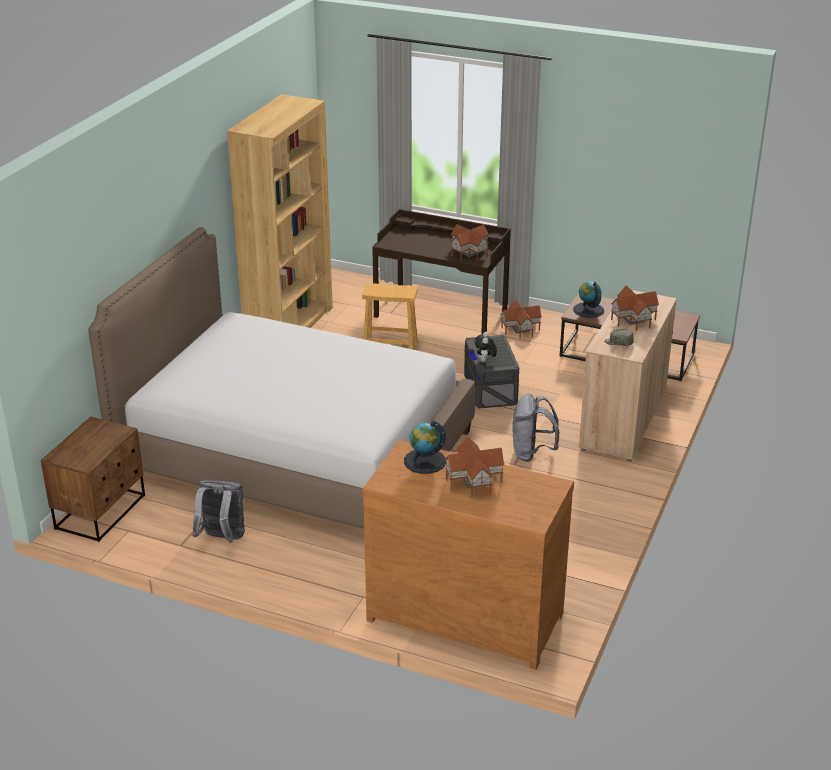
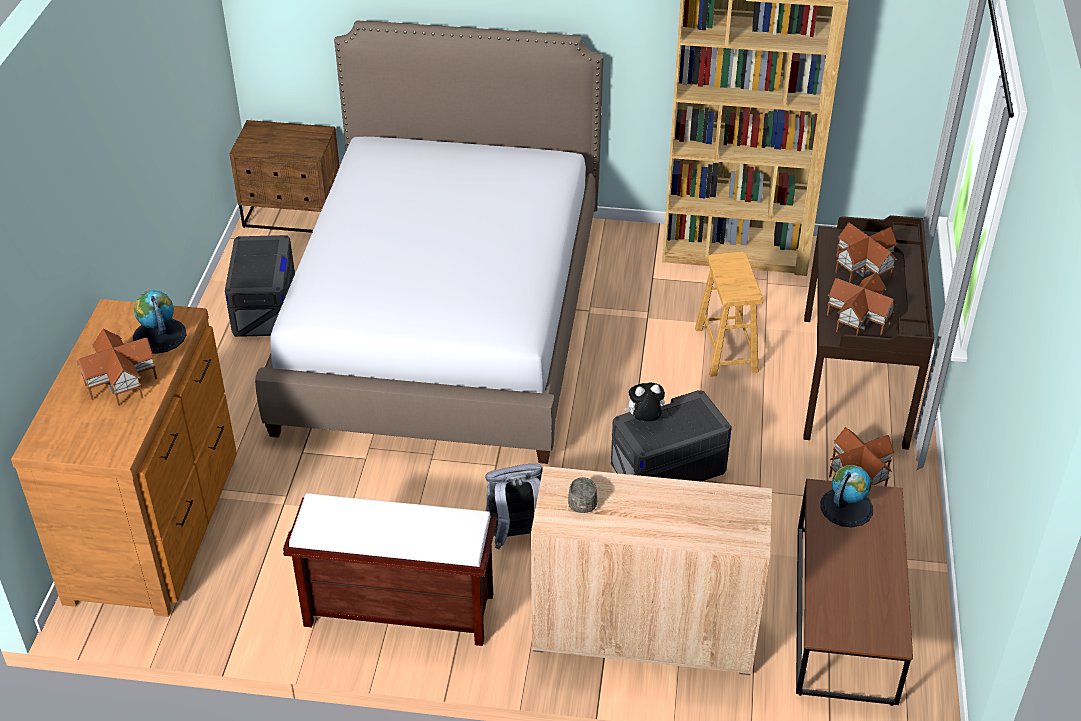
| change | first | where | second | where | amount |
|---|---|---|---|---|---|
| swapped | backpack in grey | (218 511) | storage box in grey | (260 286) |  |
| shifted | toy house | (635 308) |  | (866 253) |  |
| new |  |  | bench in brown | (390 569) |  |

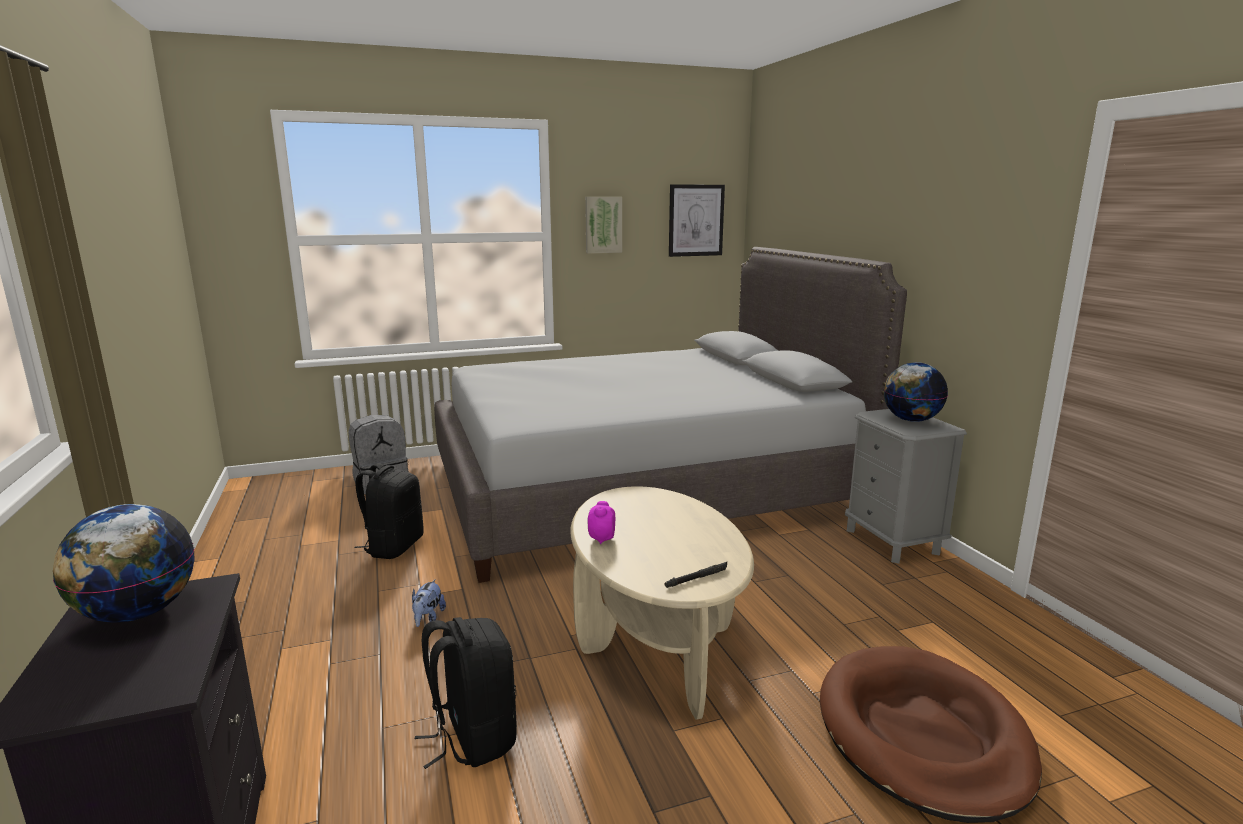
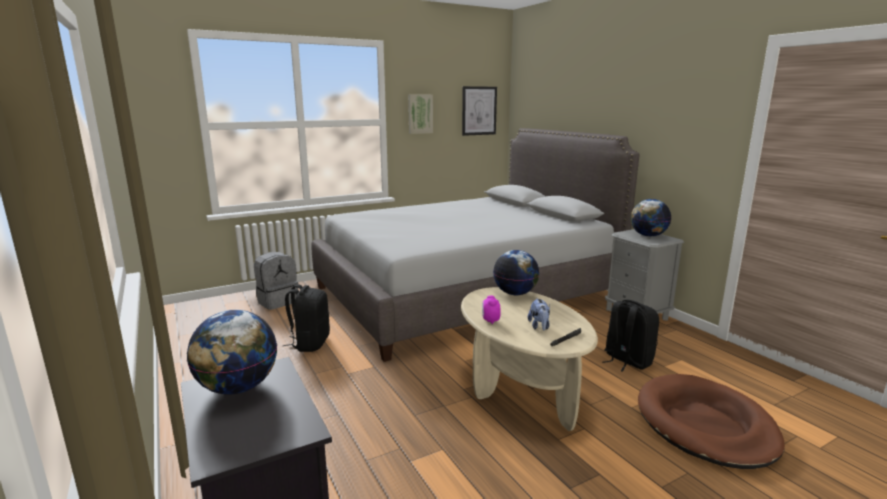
| change | first | where | second | where | amount |
|---|---|---|---|---|---|
| shifted | plush toy | (429 603) |  | (539 314) |  |
| shifted | backpack in black | (466 693) |  | (631 335) |  |
| new |  |  | globe | (516 272) |  |

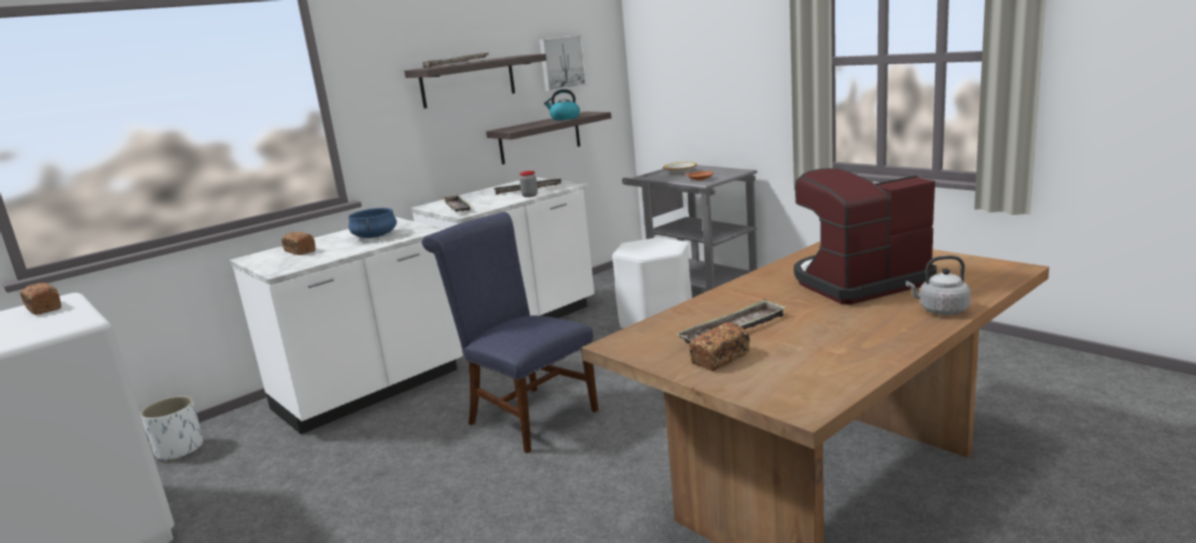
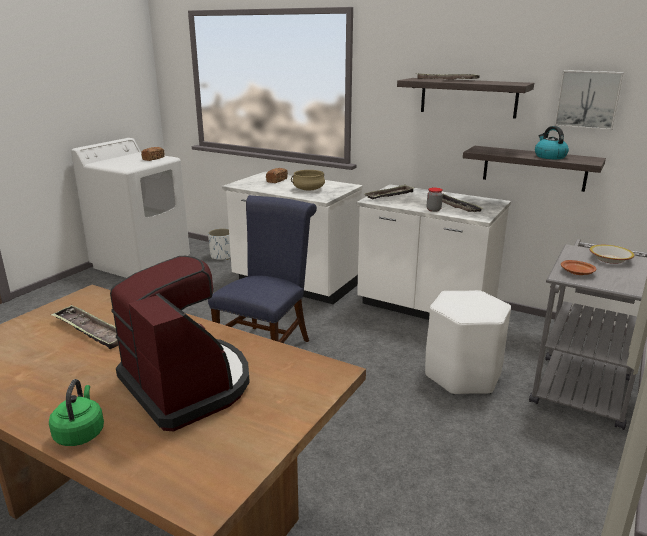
| change | first | where | second | where | amount |
|---|---|---|---|---|---|
| repainted | cooking pot in blue | (372 223) | cooking pot in beige | (308 180) |  |
| gone | bread | (719 346) |  |  |  |
| repainted | kettle in grey | (938 285) | kettle in green | (76 412) |  |

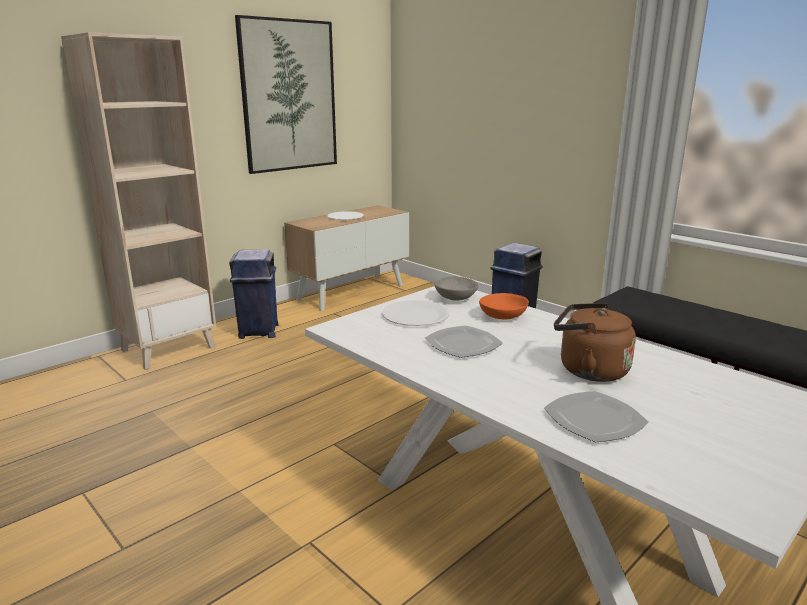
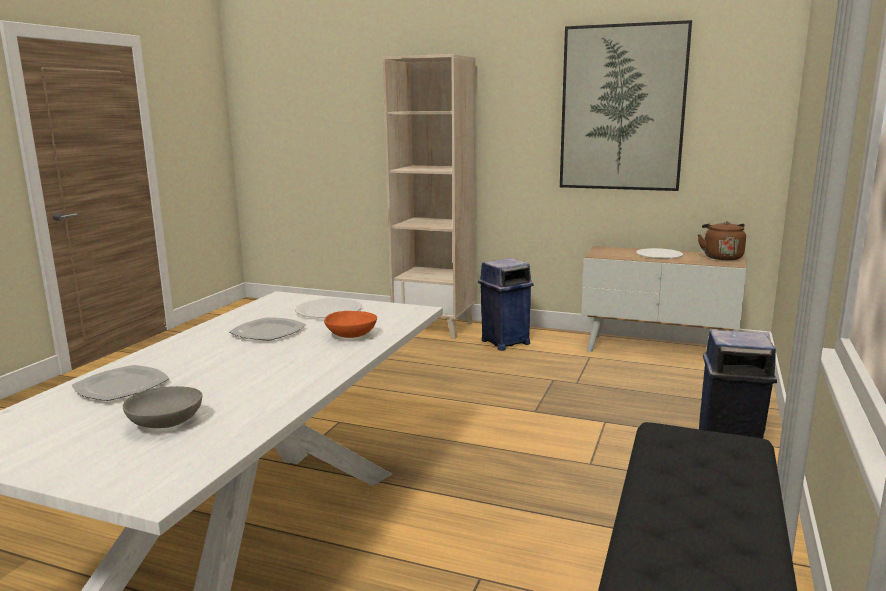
| change | first | where | second | where | amount |
|---|---|---|---|---|---|
| shifted | bowl in grey | (456 288) |  | (162 407) |  |
| shifted | kettle in brown | (595 342) |  | (722 240) |  |

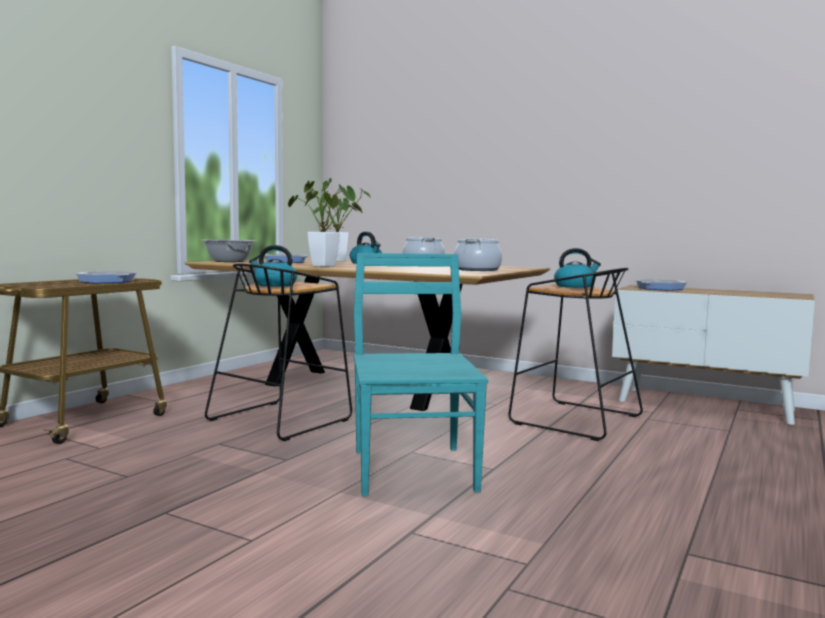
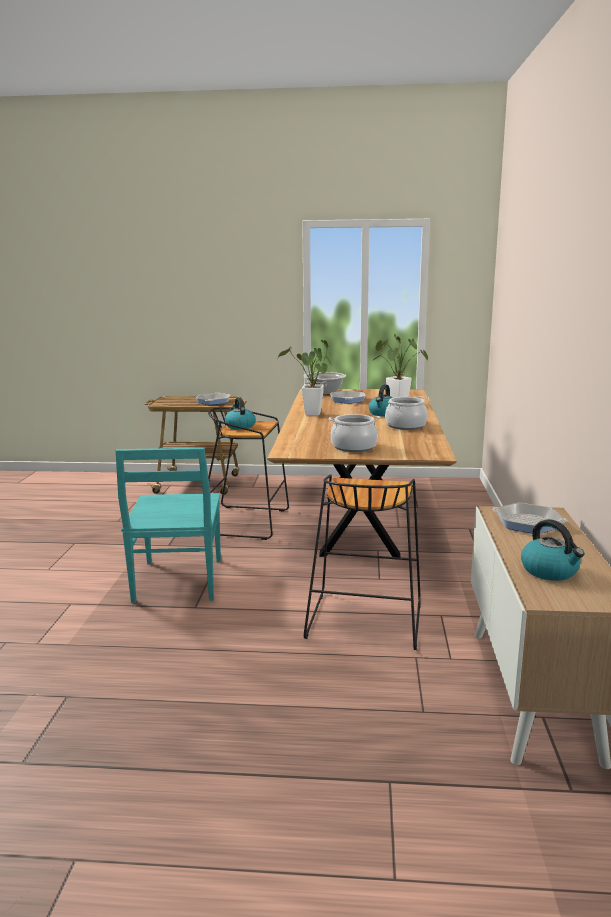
| change | first | where | second | where | amount |
|---|---|---|---|---|---|
| rotated | chair in turquoise | (421 374) |  | (168 525) | 120 degrees clockwise |
| shifted | kettle | (577 268) |  | (553 550) |  |

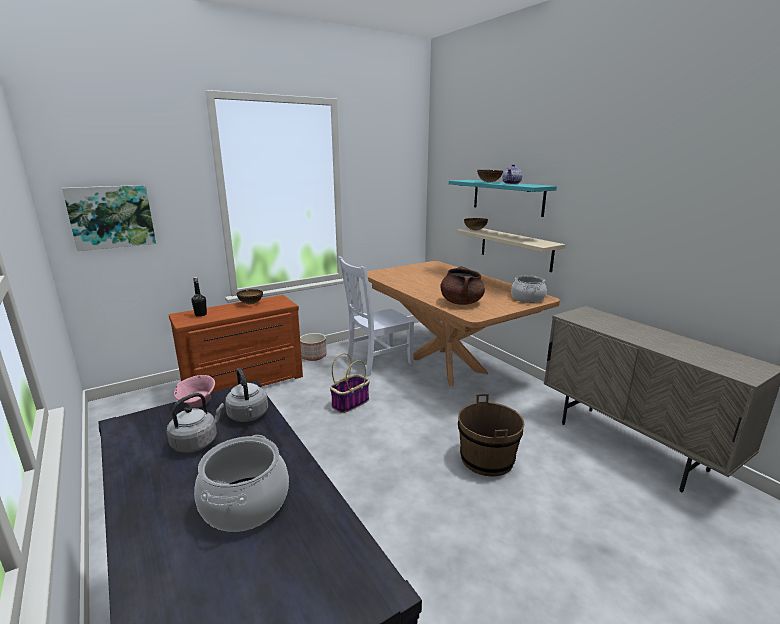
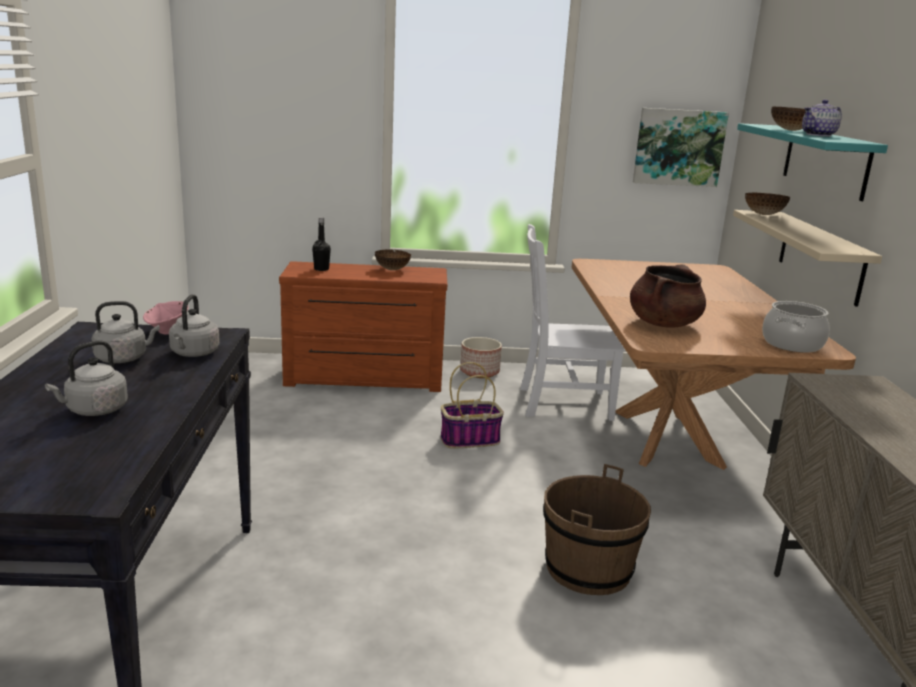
| change | first | where | second | where | amount |
|---|---|---|---|---|---|
| shifted | picture | (109 218) |  | (681 147) |  |
| swapped | cooking pot | (241 483) | kettle in grey | (86 378) |  |

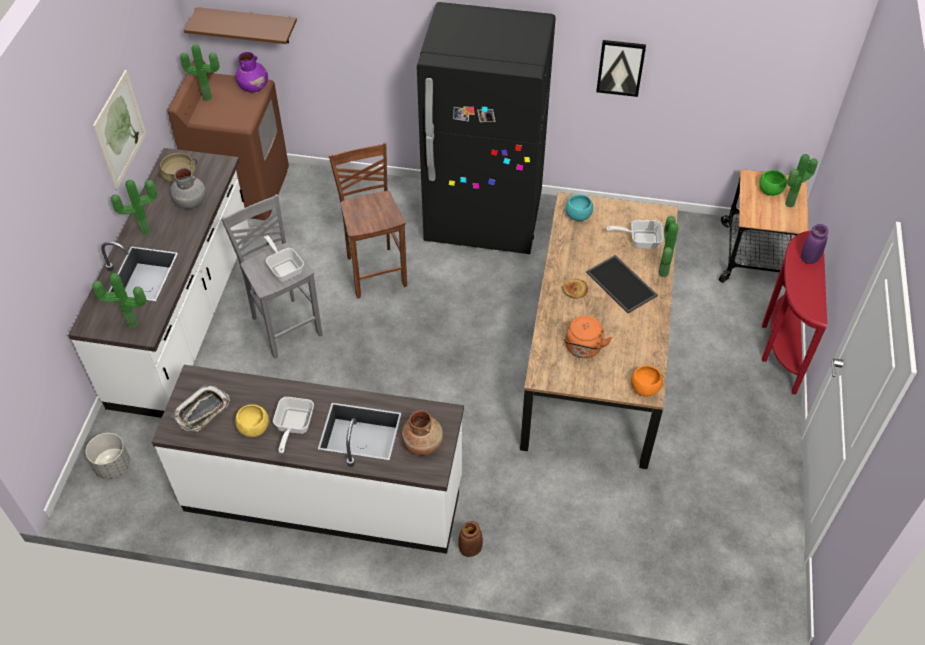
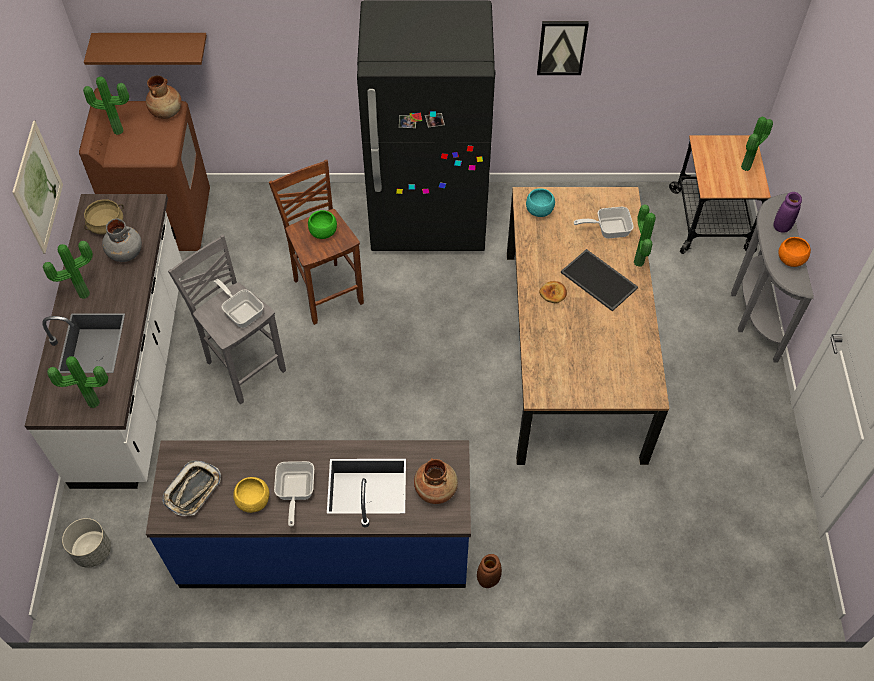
| change | first | where | second | where | amount |
|---|---|---|---|---|---|
| repainted | counter in white | (308 459) | counter in blue | (308 514) |  |
| repainted | vase in purple | (252 72) | vase in brown | (164 97) |  |
| gone | kettle in orange | (588 337) |  |  |  |
| shifted | bowl in orange | (647 381) |  | (794 252) |  |
| shifted | bowl in green | (773 183) |  | (322 224) |  |
| repainted | console table in red | (794 312) | console table in grey | (772 278) |  |

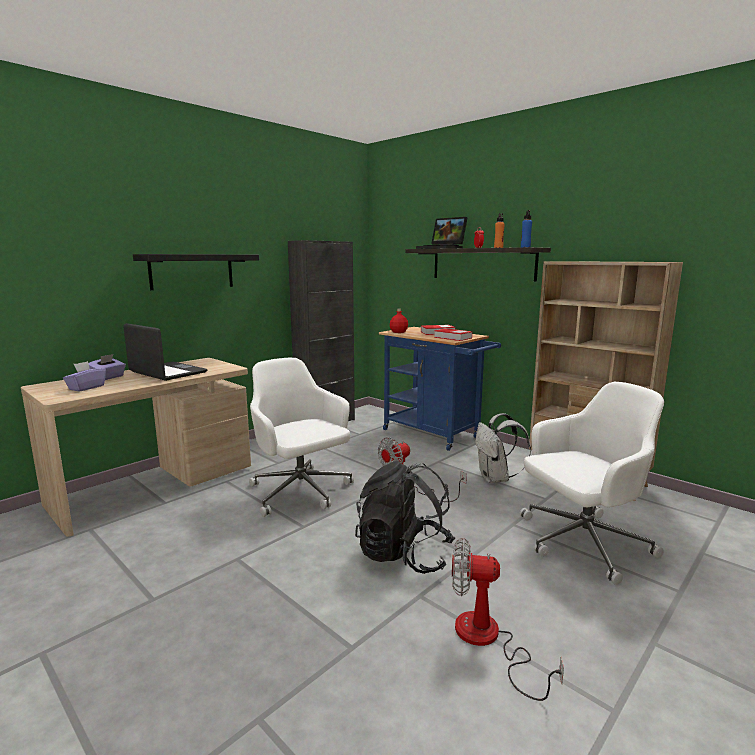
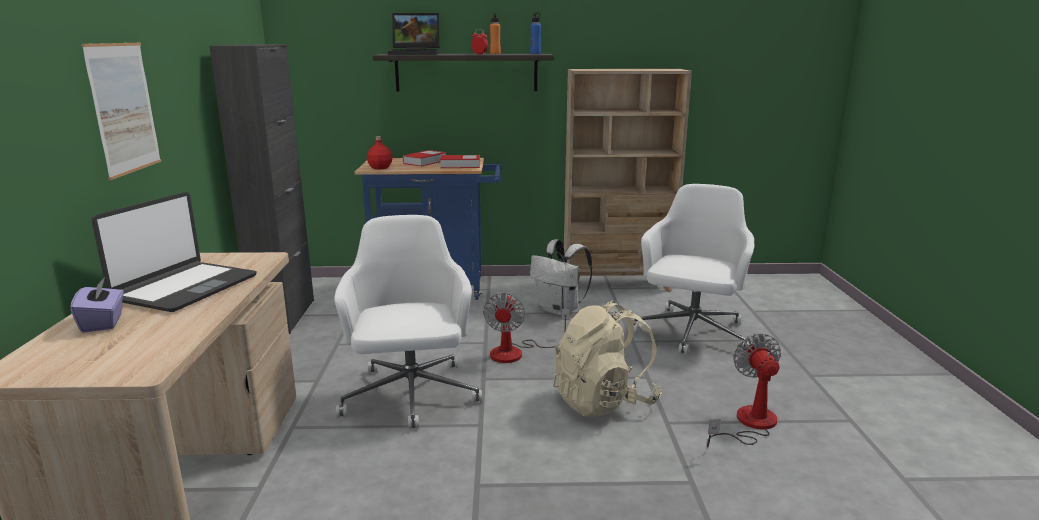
| change | first | where | second | where | amount |
|---|---|---|---|---|---|
| gone | tissue box in purple | (84 376) |  |  |  |
| rotated | laptop | (165 352) |  | (174 252) | 120 degrees clockwise |
| swapped | shelf in black | (196 272) | picture | (121 111) |  |
| rotated | office chair in white | (301 437) |  | (408 322) | 75 degrees clockwise |
| repainted | backpack in black | (405 517) | backpack in beige | (607 358) |  |
| rotated | fan | (508 619) |  | (744 390) | 120 degrees clockwise |

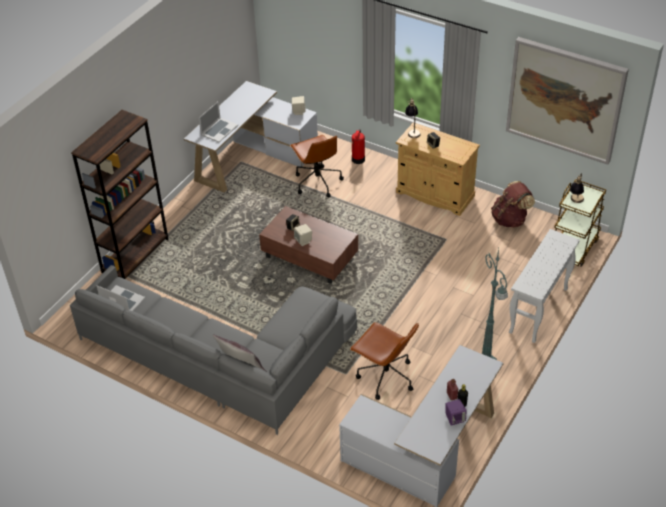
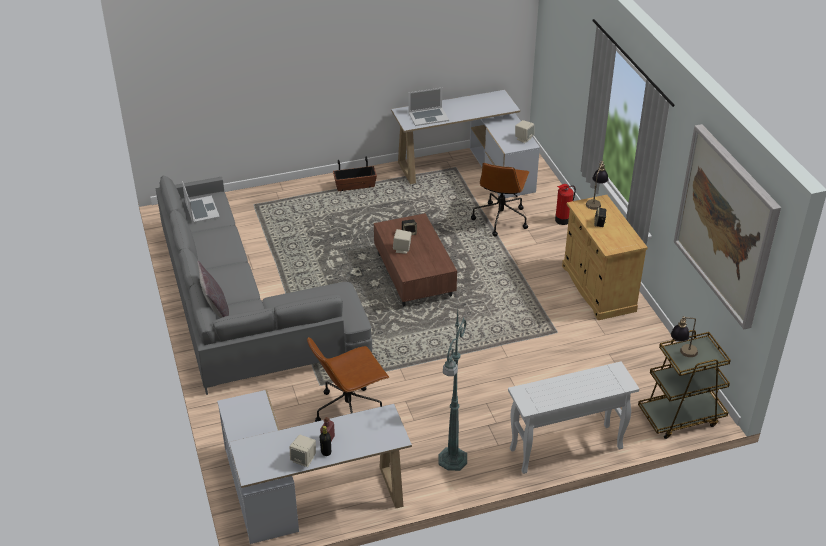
| change | first | where | second | where | amount |
|---|---|---|---|---|---|
| gone | bookcase in brown | (119 194) |  |  |  |
| rotated | office chair in brown | (384 361) |  | (348 379) | 75 degrees clockwise |
| repainted | speaker in purple | (456 412) | speaker in beige | (303 451) |  |
| gone | backpack in brown | (513 204) |  |  |  |
| new |  |  | planter | (355 174) |  |

